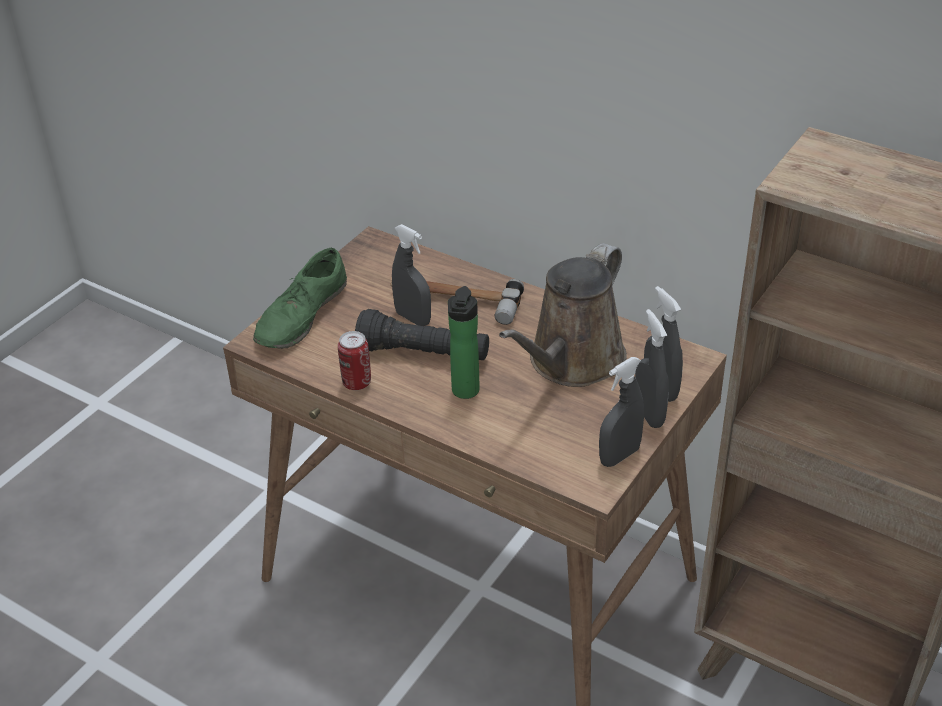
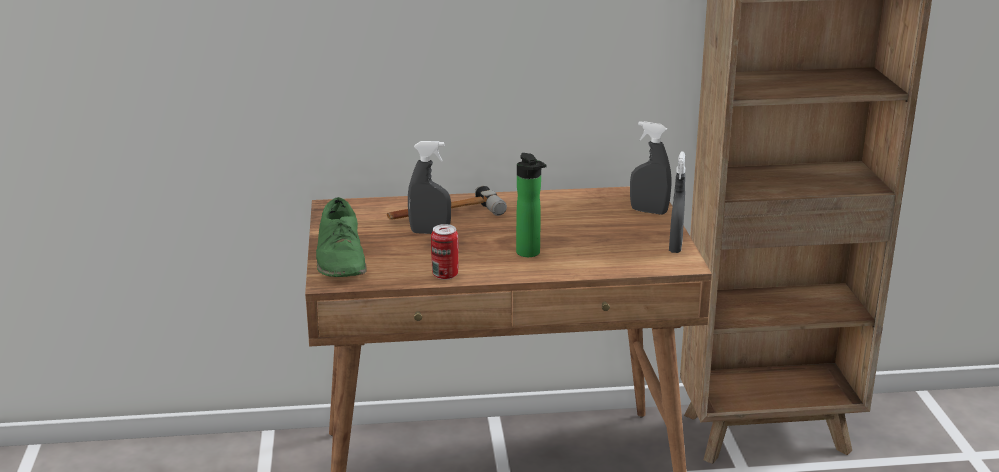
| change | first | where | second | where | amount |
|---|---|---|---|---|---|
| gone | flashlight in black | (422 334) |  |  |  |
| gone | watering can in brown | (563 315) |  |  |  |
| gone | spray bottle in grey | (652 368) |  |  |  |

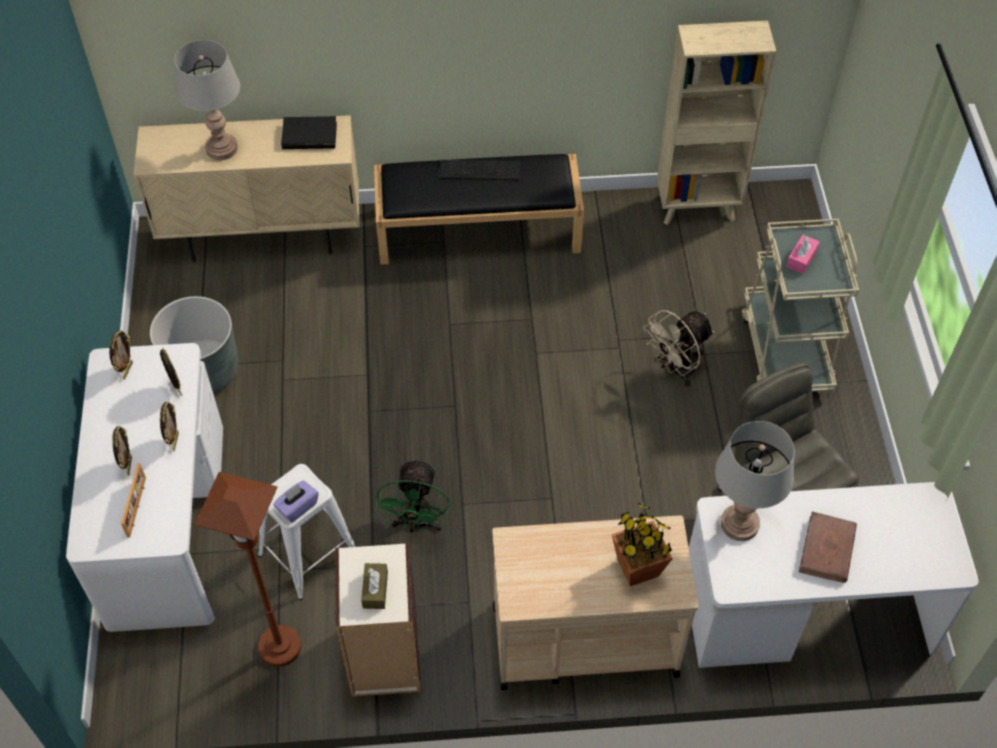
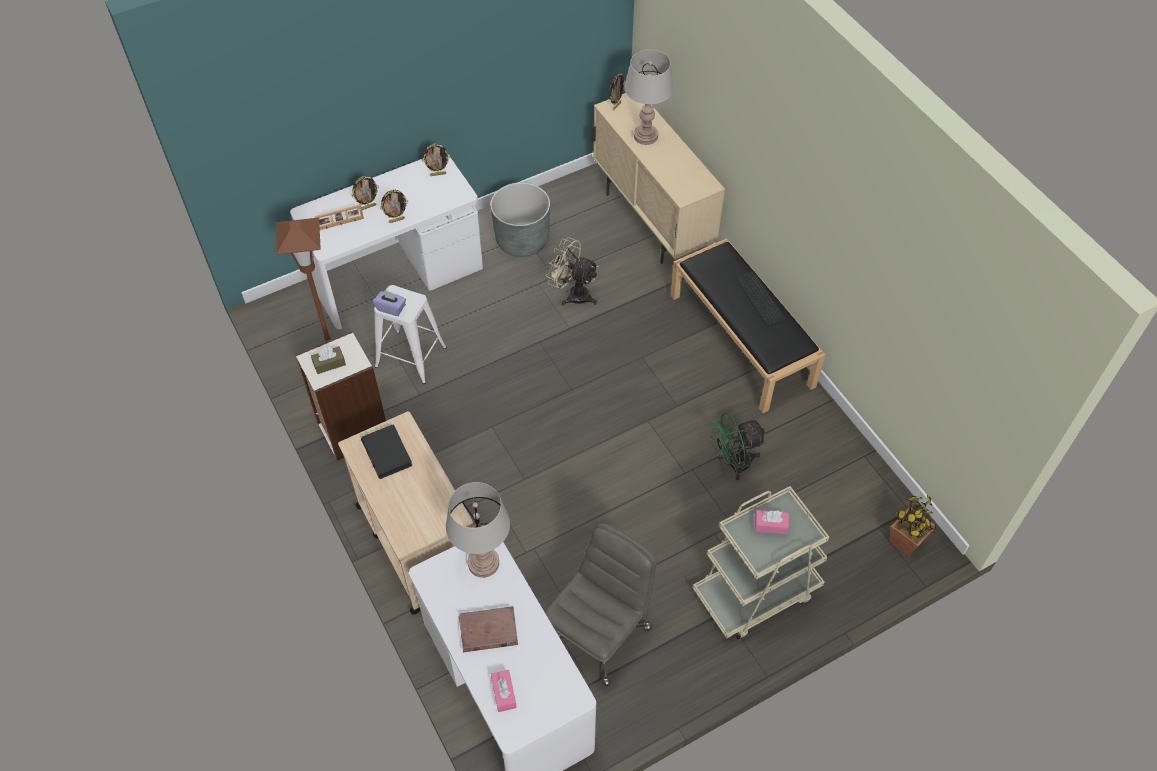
| change | first | where | second | where | amount |
|---|---|---|---|---|---|
| shifted | picture frame | (171 372) |  | (617 92) |  |
| shifted | book in black | (309 132) |  | (387 451) |  |
| shifted | fan in green | (412 495) |  | (737 446) |  |
| shifted | potted plant | (642 544) |  | (913 525) |  |
| shifted | fan in beige | (678 348) |  | (572 271) |  |
| gone | bookcase in beige | (716 123) |  |  |  |
| new |  |  | tissue box in pink | (504 691) |  |

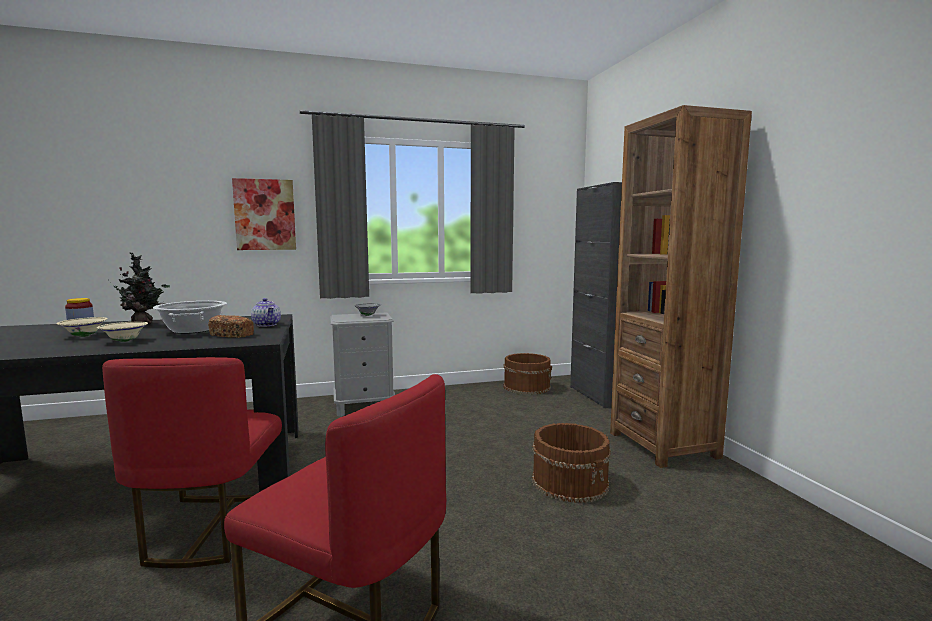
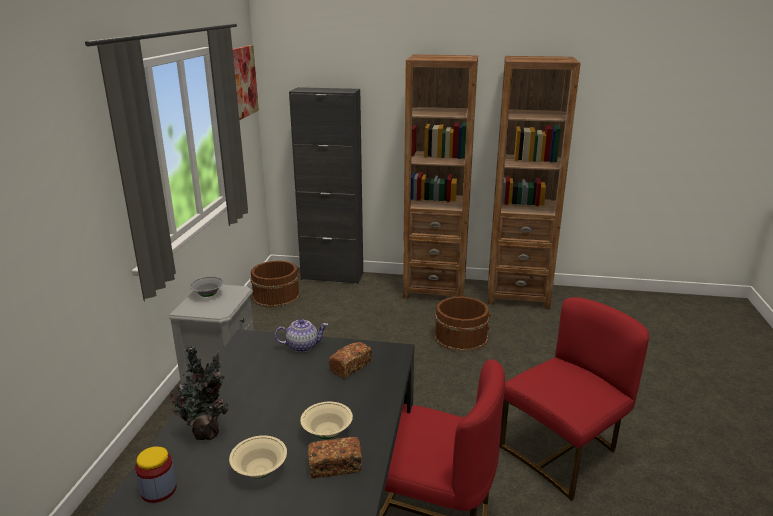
| change | first | where | second | where | amount |
|---|---|---|---|---|---|
| gone | cooking pot | (190 317) |  |  |  |
| shifted | picture | (264 214) |  | (246 82) |  |
| new |  |  | bread | (335 458) |  |
| new |  |  | bookcase in brown | (534 182) |  |

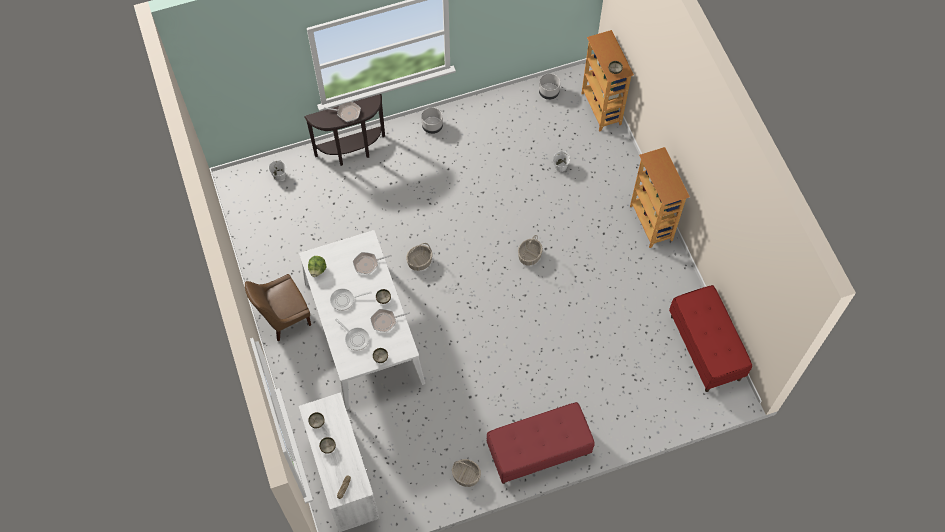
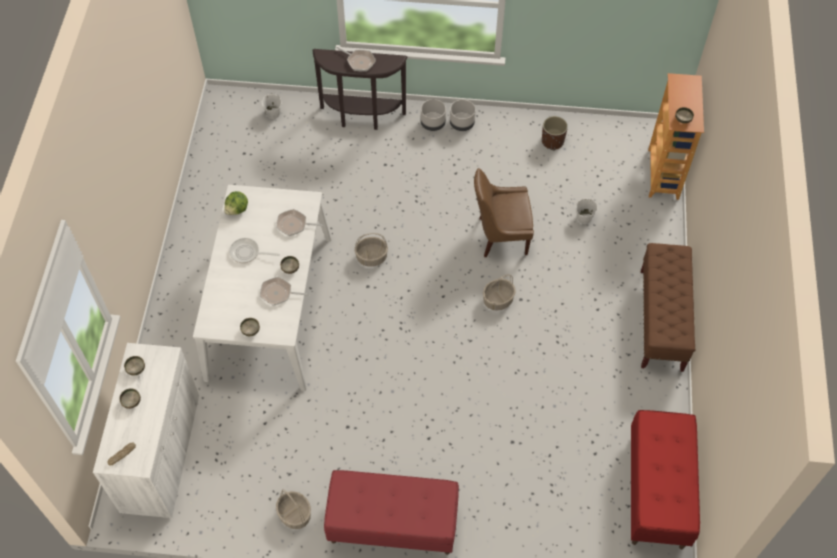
| change | first | where | second | where | amount |
|---|---|---|---|---|---|
| shifted | chair in brown | (278 308) |  | (504 212) |  |
| gone | frying pan | (352 334) |  |  |  |
| shifted | planter in grey | (549 86) |  | (433 115) |  |
| swapped | bookcase | (660 197) | bench in brown | (668 307) |  |
| new |  |  | planter in brown | (555 133) |  |

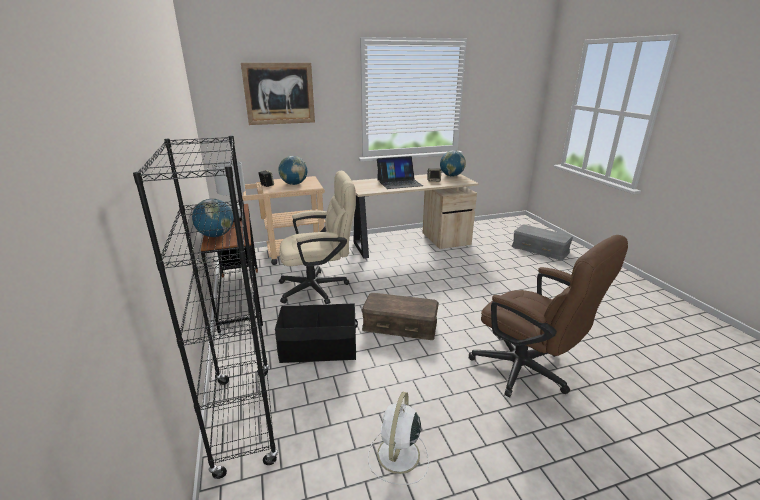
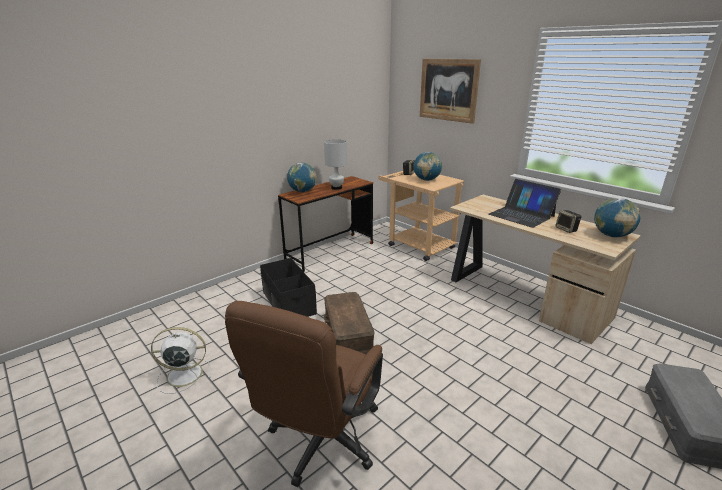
| change | first | where | second | where | amount |
|---|---|---|---|---|---|
| gone | bookcase in black | (205 307) |  |  |  |
| gone | office chair in beige | (317 237) |  |  |  |

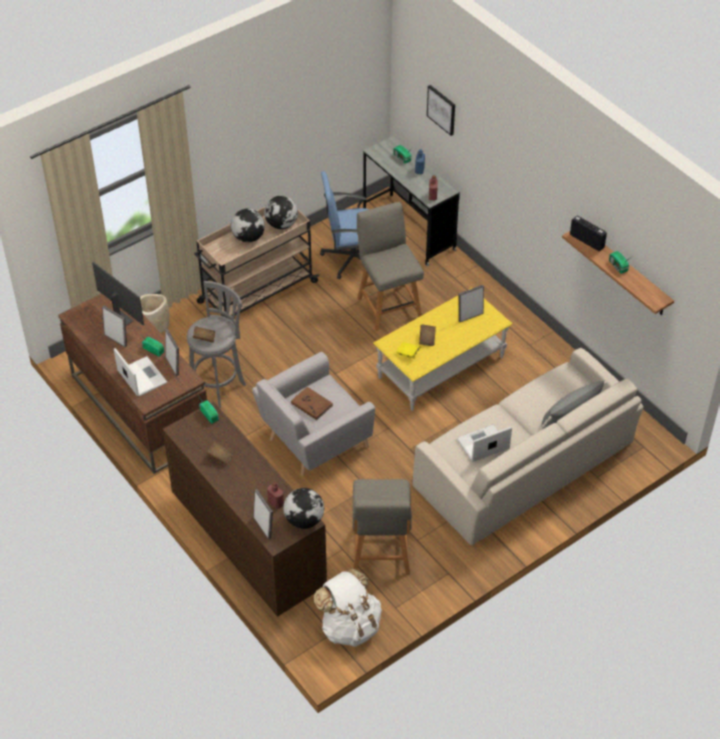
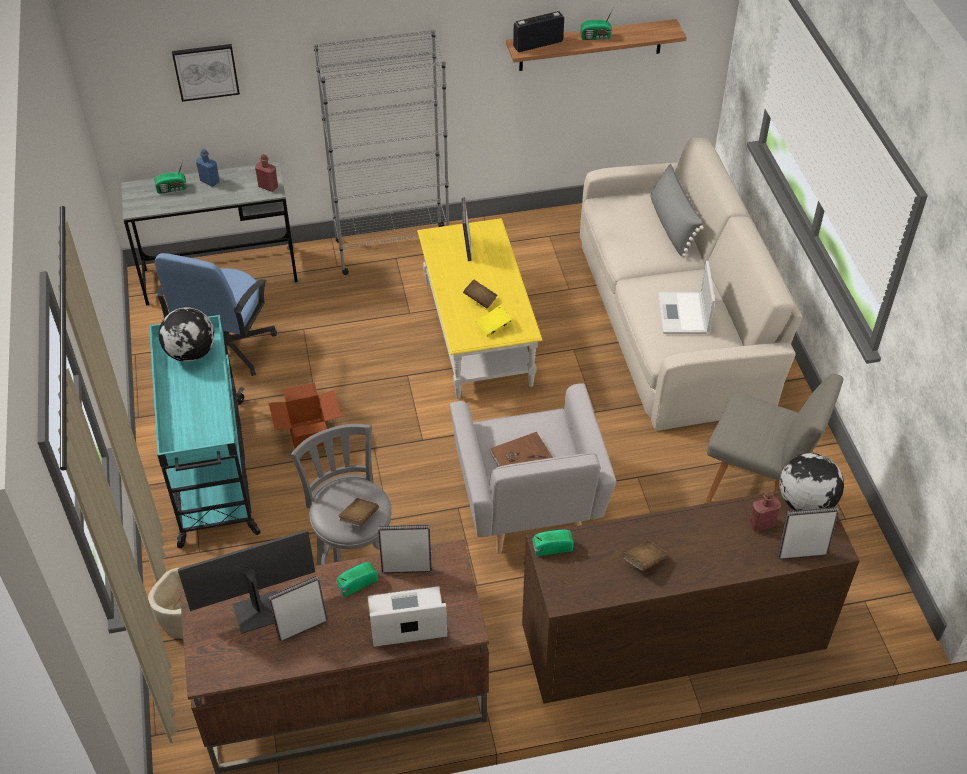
| change | first | where | second | where | amount |
|---|---|---|---|---|---|
| repainted | cart in beige | (256 263) | cart in turquoise | (205 432) |  |
| gone | globe | (248 225) |  |  |  |
| gone | backpack in white | (348 607) |  |  |  |
| gone | chair in grey | (390 266) |  |  |  |
| new |  |  | cardboard box | (305 415) |  |
| new |  |  | bookcase in grey | (381 152) |  |

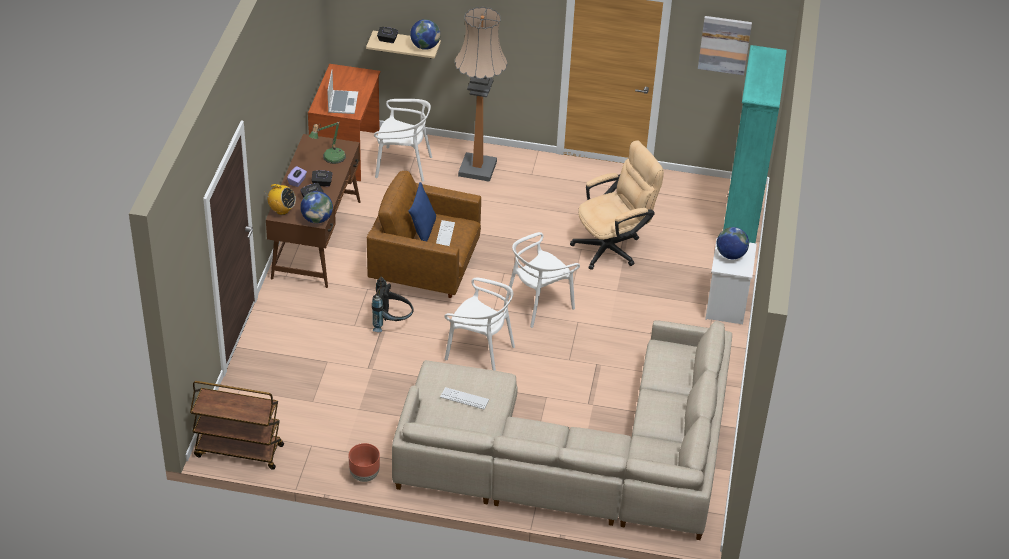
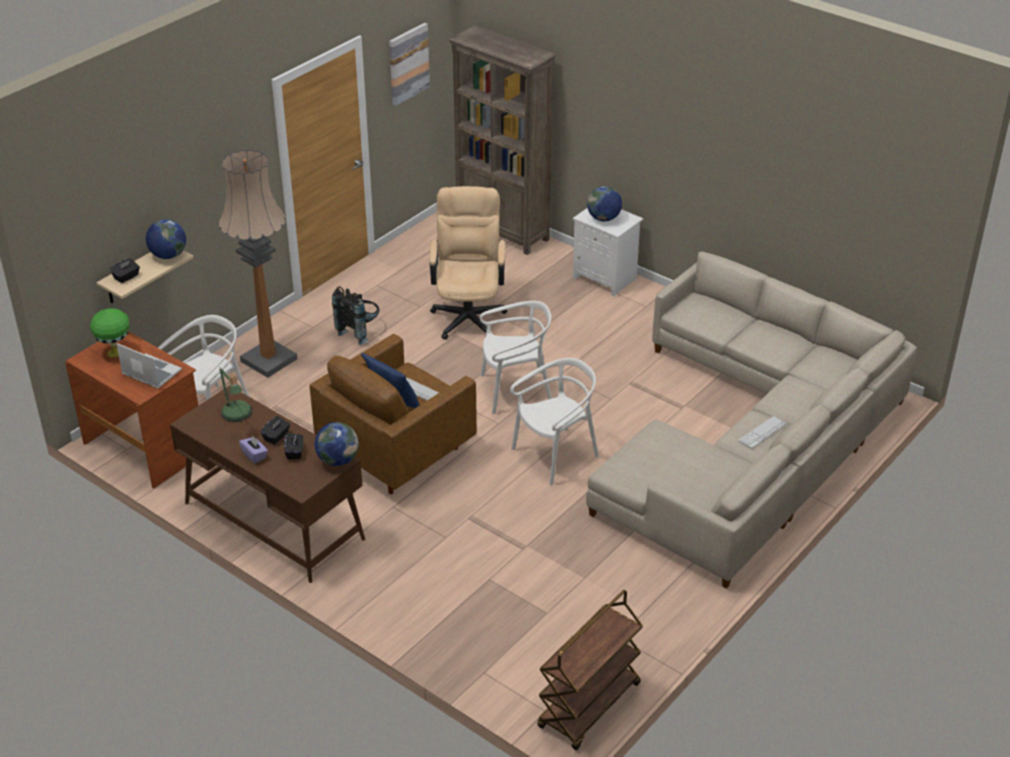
| change | first | where | second | where | amount |
|---|---|---|---|---|---|
| gone | radio | (281 199) |  |  |  |
| gone | planter in brown | (364 462) |  |  |  |
| shifted | backpack in black | (393 304) |  | (356 315) |  |
| shifted | keyboard | (464 398) |  | (762 432) |  |
| rotated | chair in white | (544 280) |  | (516 357) | 90 degrees counterclockwise |
| repainted | bookcase in turquoise | (755 144) | bookcase in brown | (502 140) |  |
| new |  |  | table lamp in green | (109 333) |  |

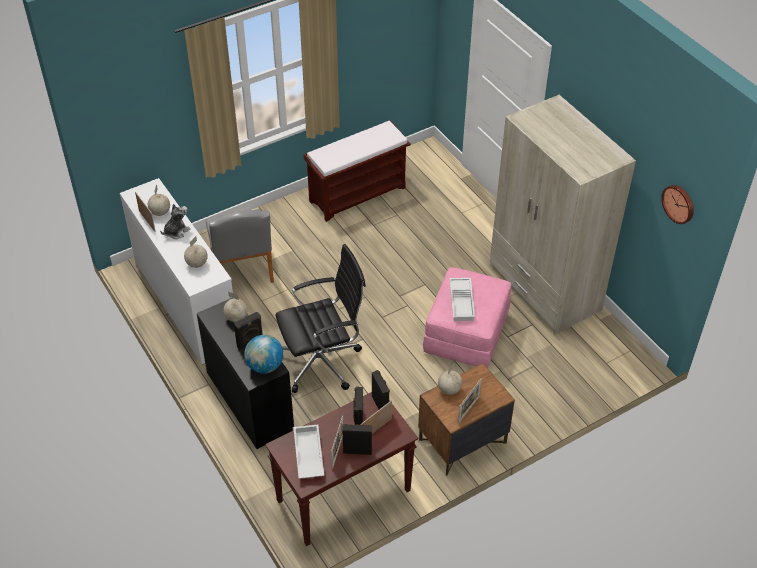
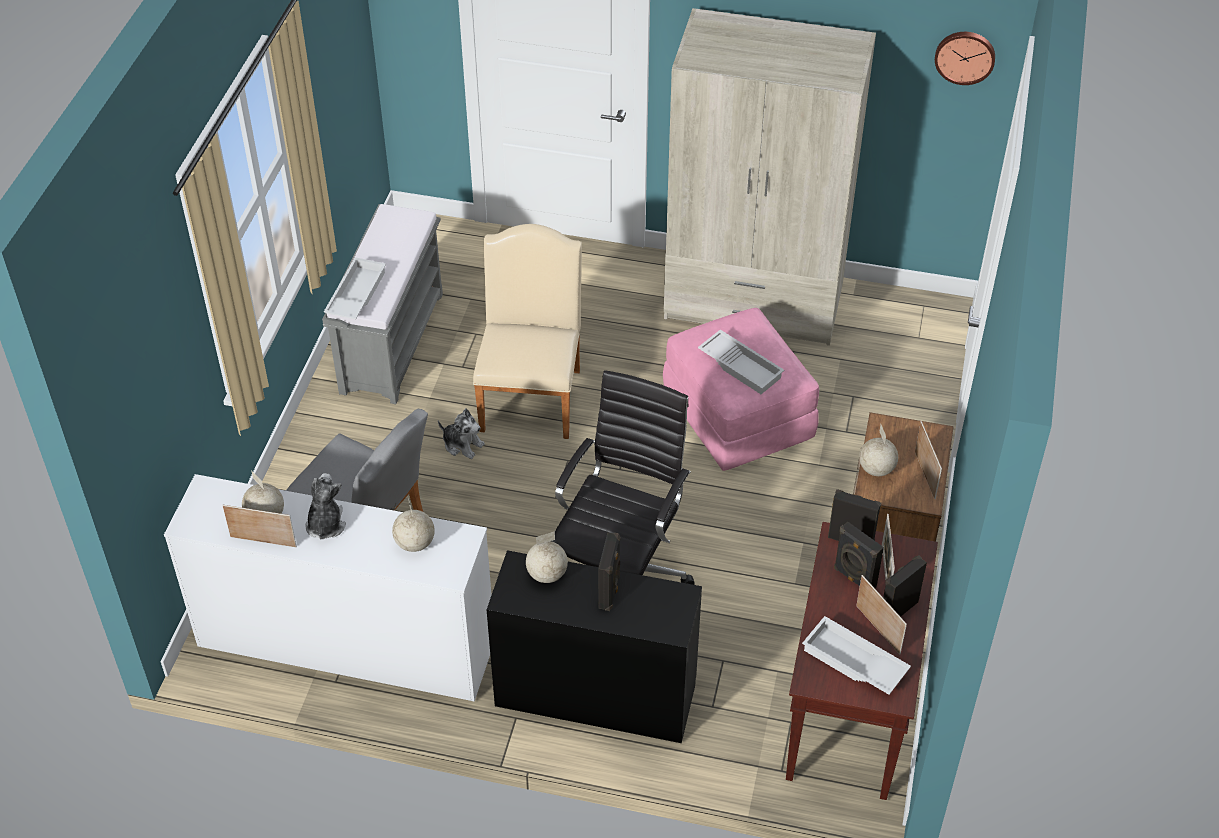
| change | first | where | second | where | amount |
|---|---|---|---|---|---|
| gone | globe | (263 354) |  |  |  |
| repainted | bench in brown | (357 171) | bench in grey | (382 304) |  |
| new |  |  | tray in white | (355 288) |  |
| new |  |  | plush toy | (461 433) |  |
| new |  |  | chair in beige | (527 331) |  |

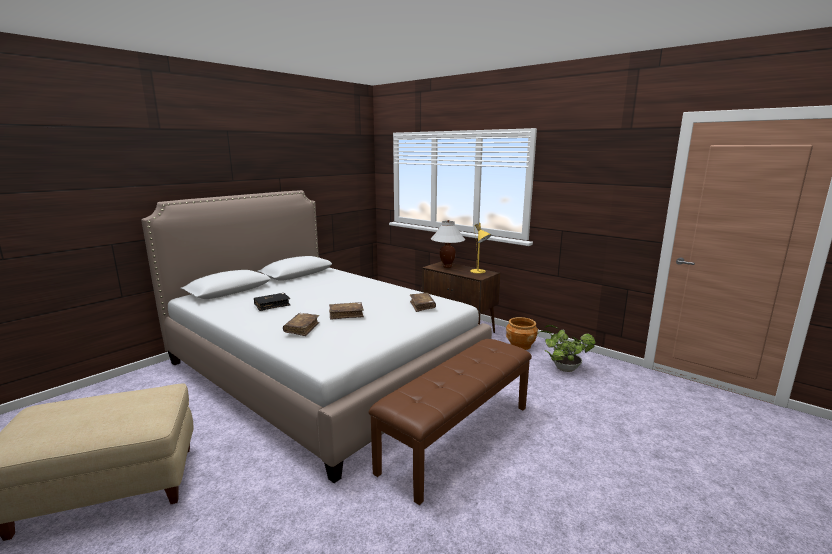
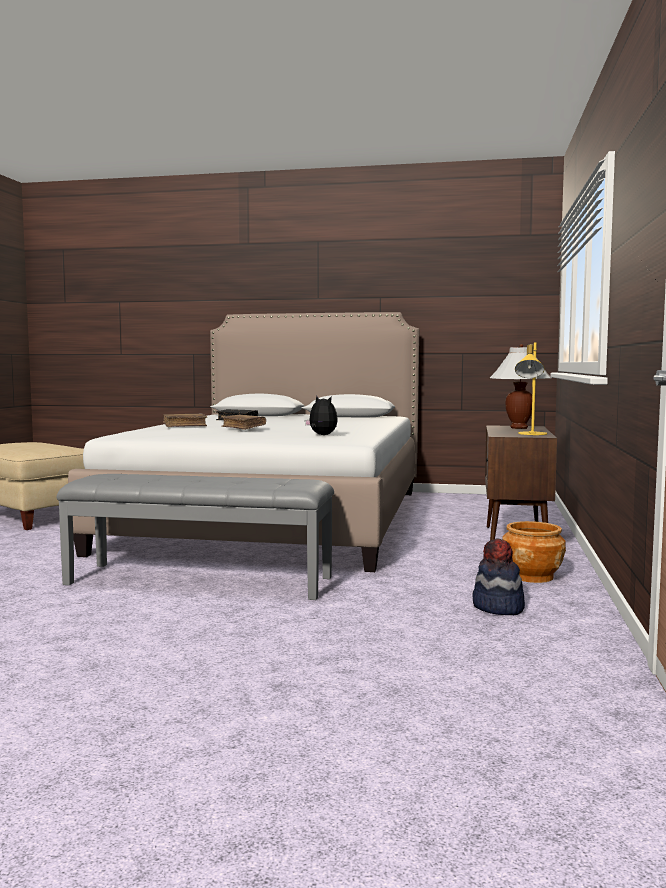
| change | first | where | second | where | amount |
|---|---|---|---|---|---|
| repainted | bench in brown | (450 422) | bench in grey | (195 537) |  |
| swapped | book in brown | (423 302) | plush toy | (321 415) |  |
| swapped | potted plant | (568 348) | hat | (499 576) |  |

